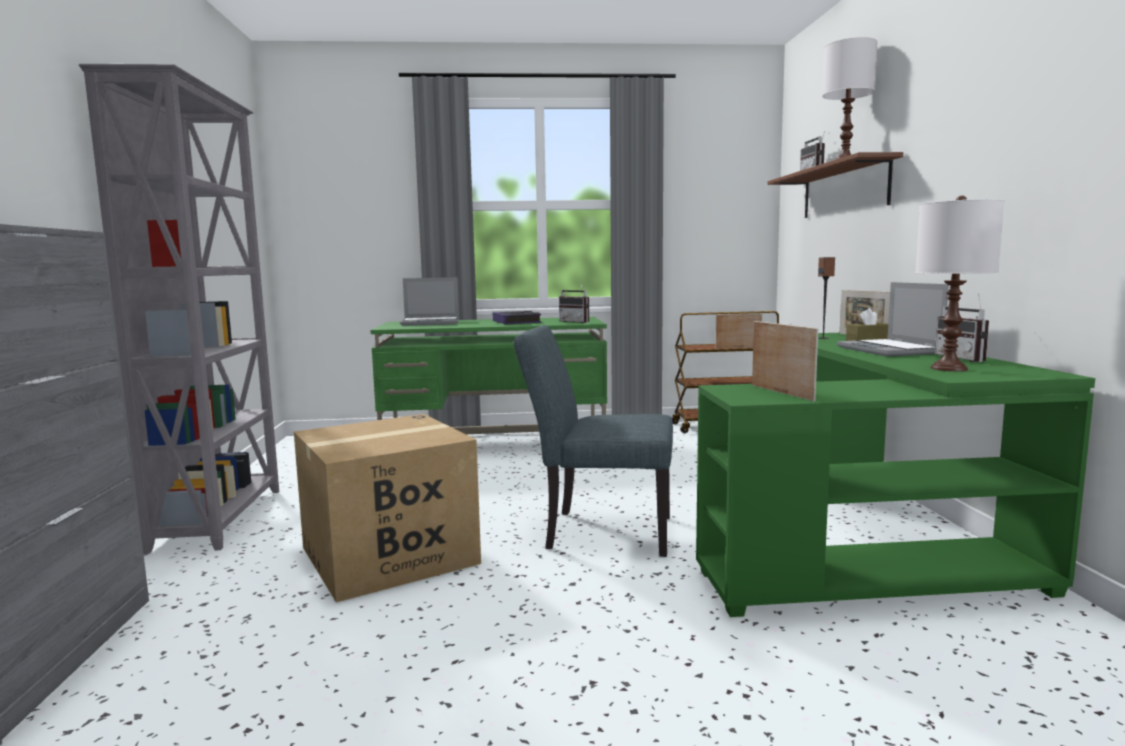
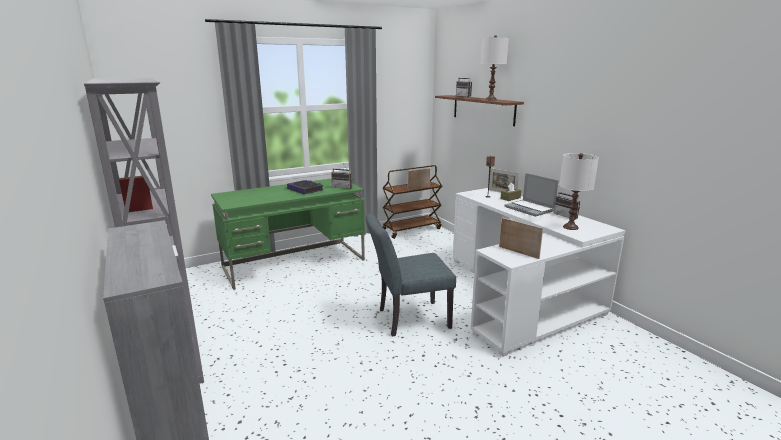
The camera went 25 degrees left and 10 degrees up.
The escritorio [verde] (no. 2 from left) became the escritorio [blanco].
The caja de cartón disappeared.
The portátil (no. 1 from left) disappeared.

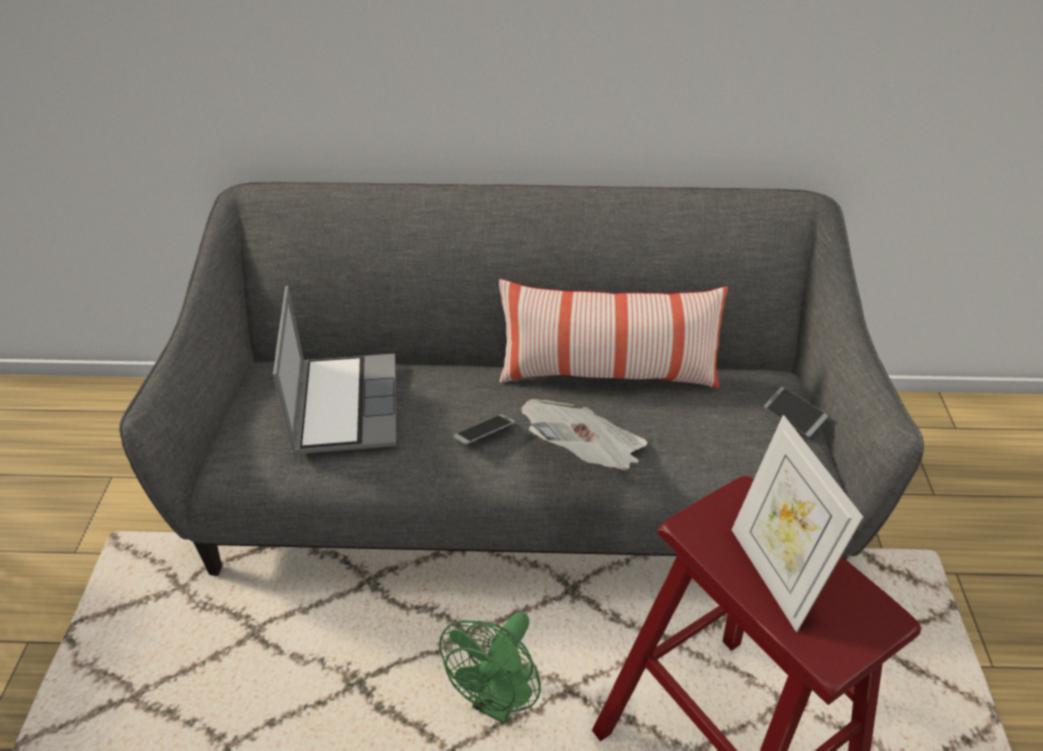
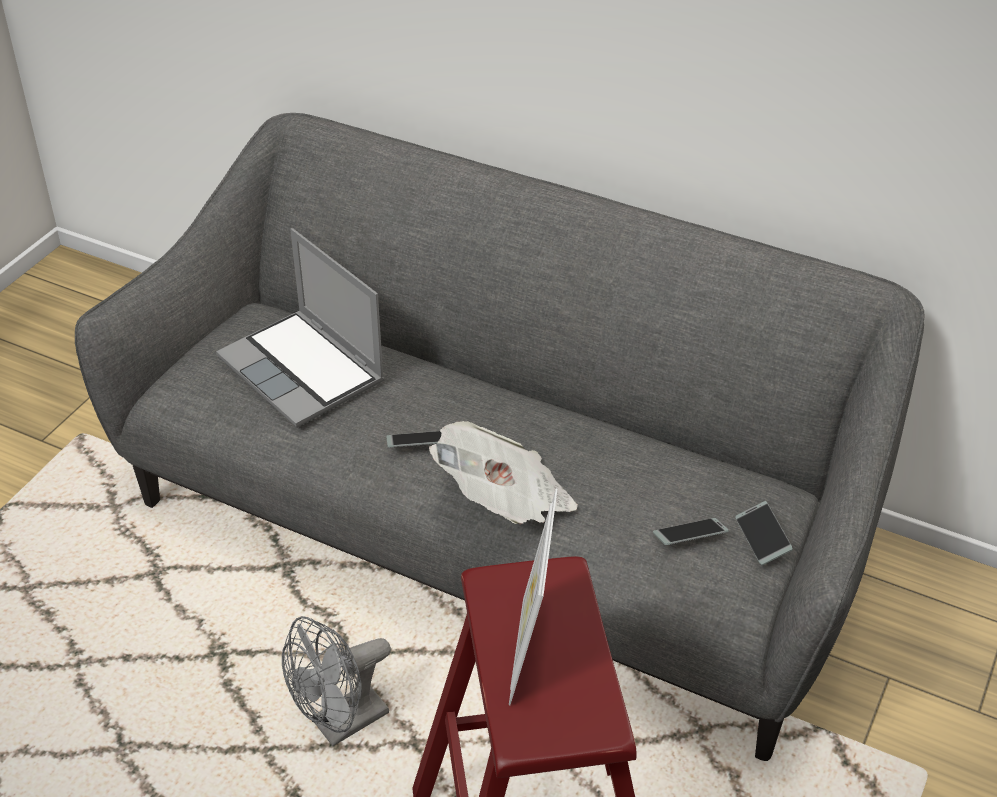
The camera went 25 degrees right and 0 degrees up.
The portátil turned 120 degrees clockwise.
The ventilador [verde] became the ventilador [gris].
The móvil (no. 2 from left) appeared.
The cojín disappeared.

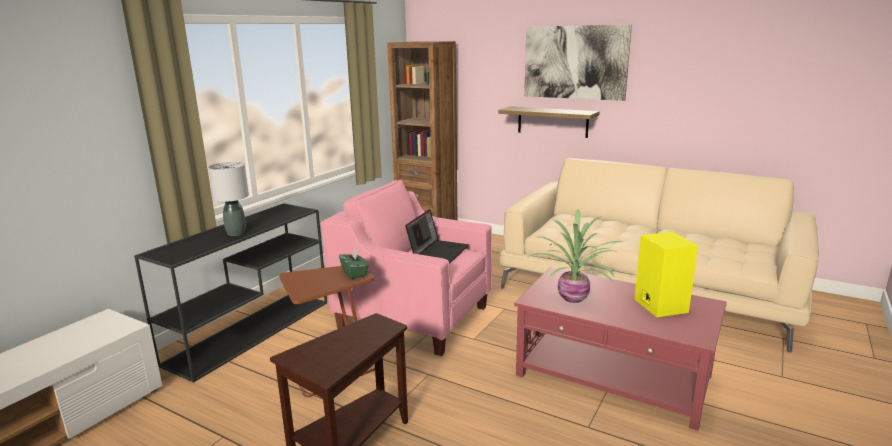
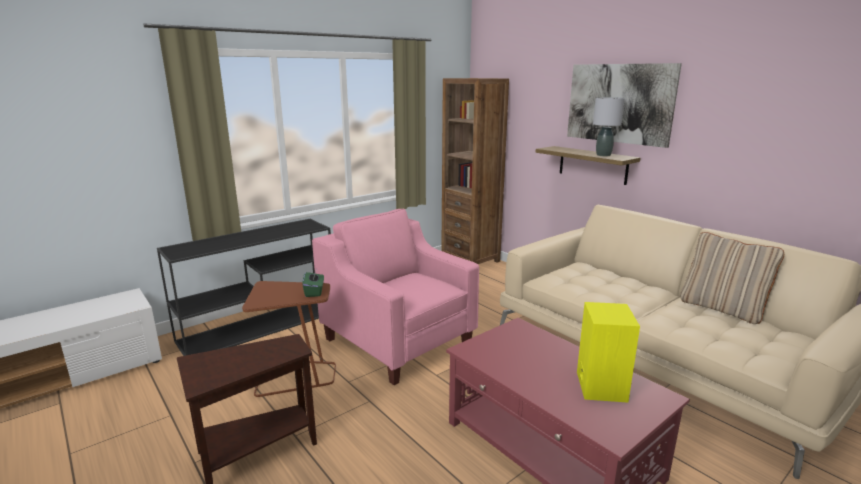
The camera went 20 degrees right and 0 degrees up.
The lámpara de mesa [gris] moved.
The cojín [beis] appeared.
The portátil disappeared.
The planta en maceta disappeared.

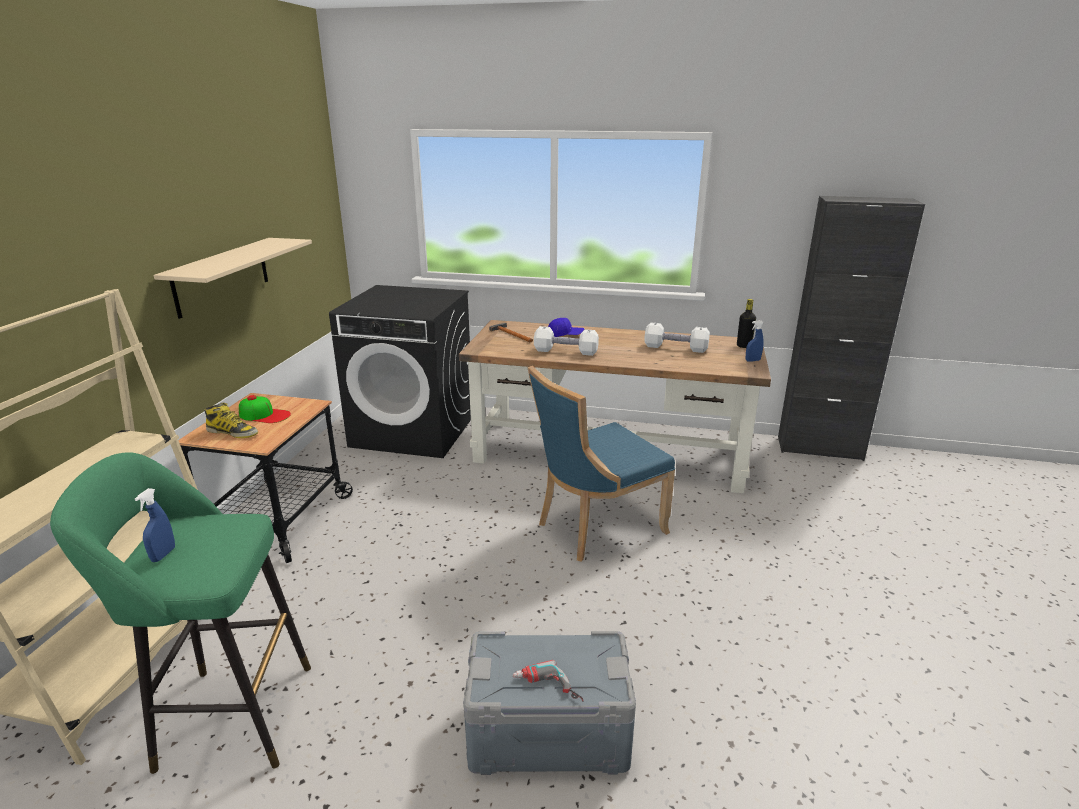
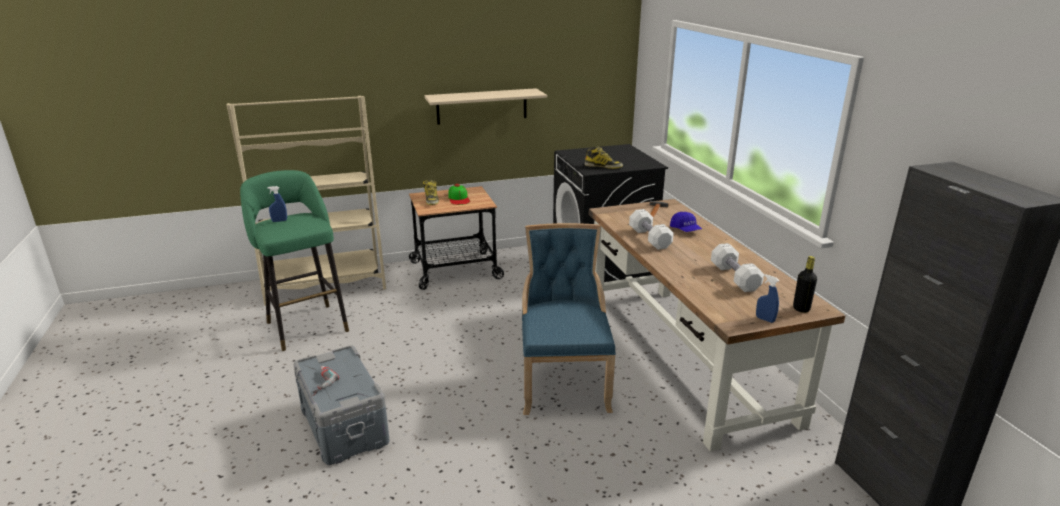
The camera went 60 degrees right and 0 degrees up.
The silla [azul] turned 60 degrees clockwise.
The bota (no. 2 from left) appeared.

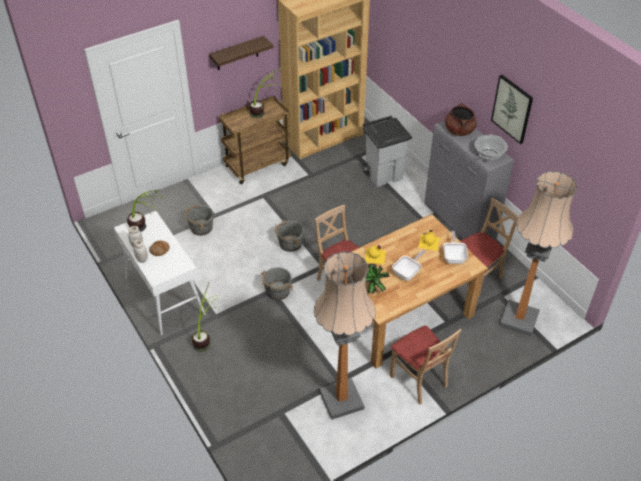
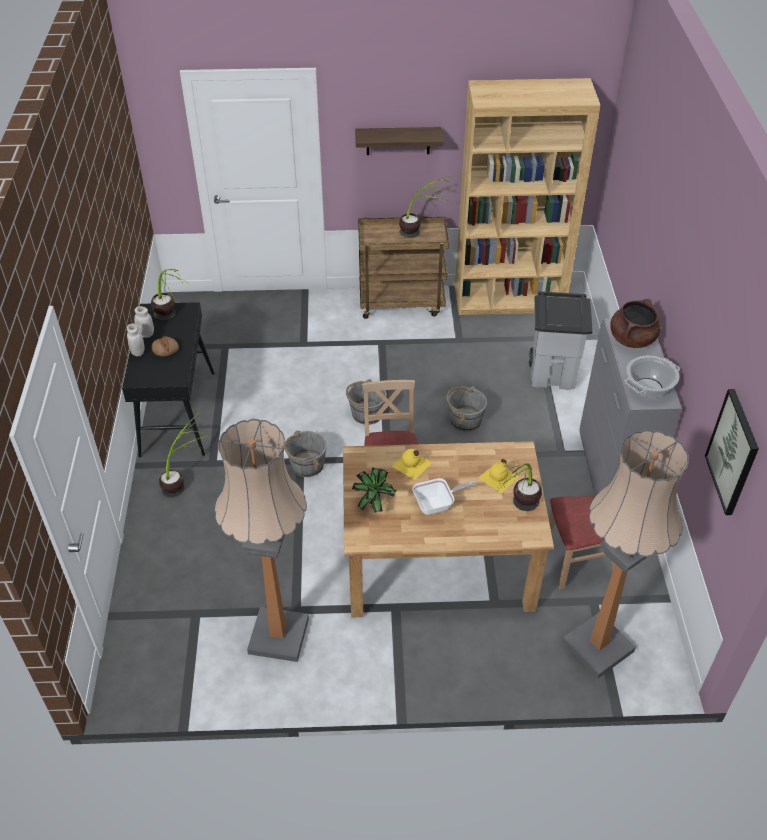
The camera went 30 degrees right and 0 degrees up.
The mesa consola [blanco] became the mesa consola [negro].
The cubo [gris] (no. 1 from left in the first image) moved.
The sartén (no. 2 from left) was replaced by the planta en maceta (no. 5 from left).
The cuadro moved.
The silla [beis] (no. 2 from left) disappeared.

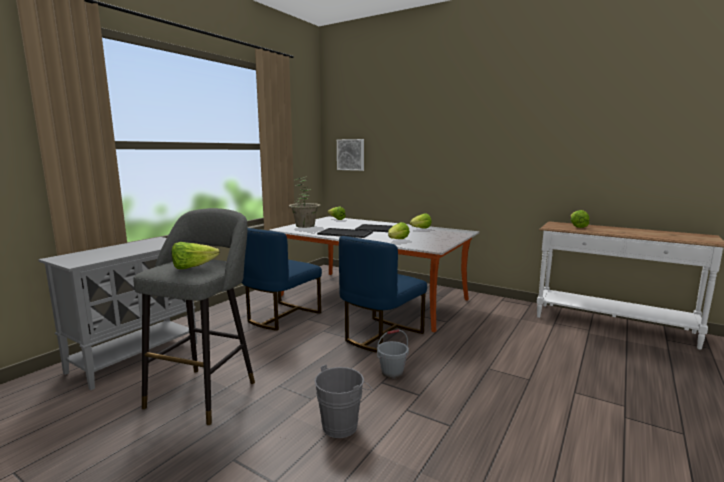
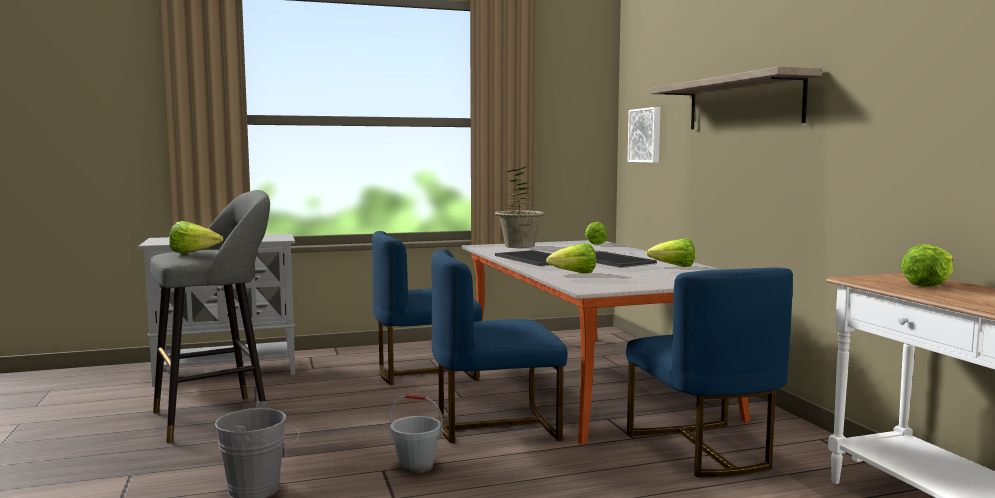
The camera went 40 degrees right and 5 degrees down.
The silla [azul] (no. 3 from left) appeared.
The estante appeared.

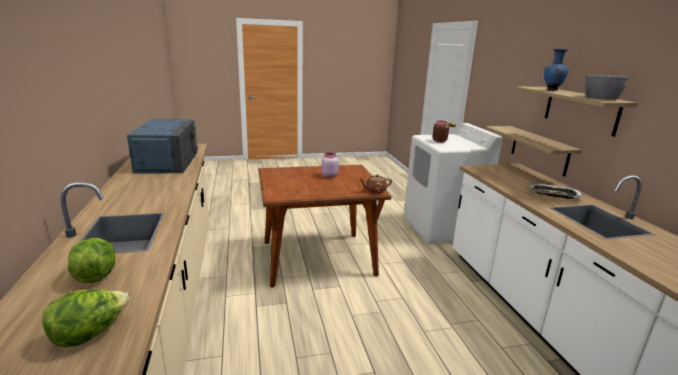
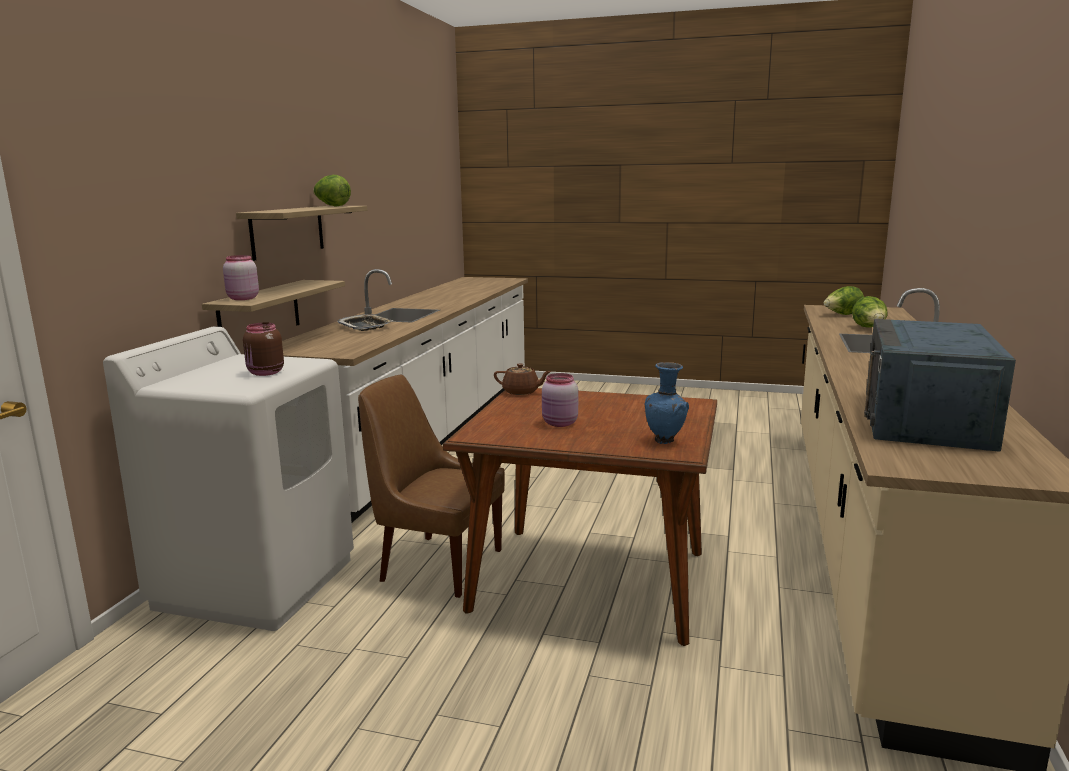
The camera went 150 degrees left and 5 degrees down.
The tarro [rosa] (no. 1 from left) appeared.
The cuenco [gris] was replaced by the lechuga (no. 1 from left).
The silla [marrón] appeared.
The florero [azul] moved.

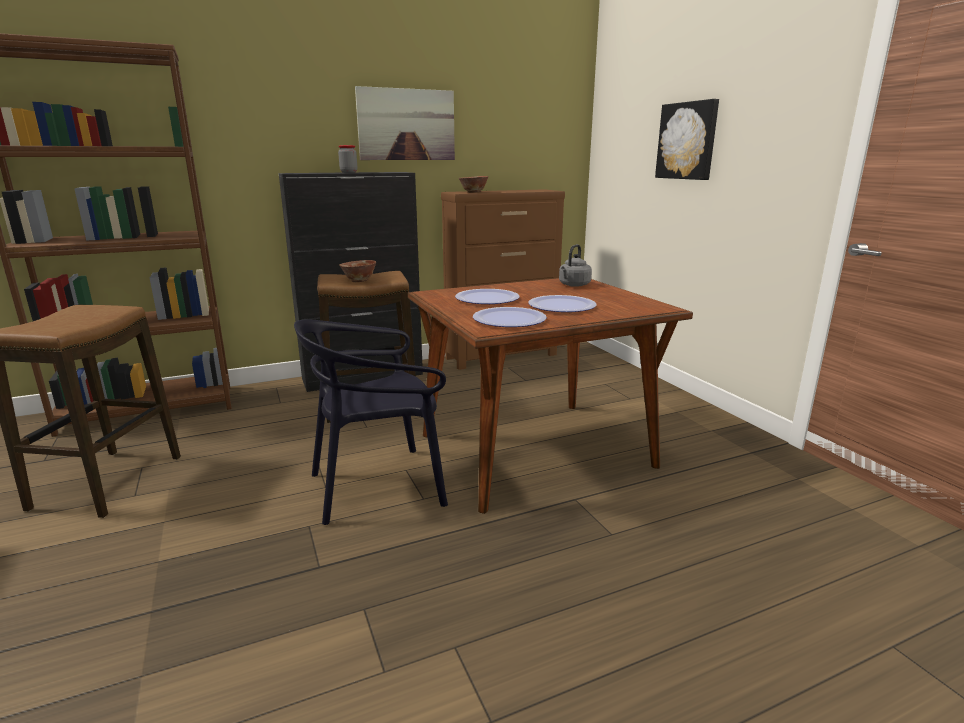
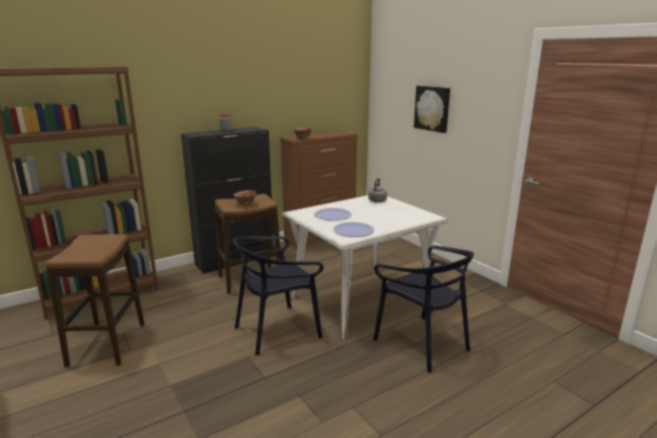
The camera went 10 degrees left and 0 degrees up.
The mesa de comedor [marrón] became the mesa de comedor [blanco].
The silla [negro] (no. 2 from left) appeared.
The cuadro (no. 1 from left) disappeared.
The plato (no. 3 from left) disappeared.

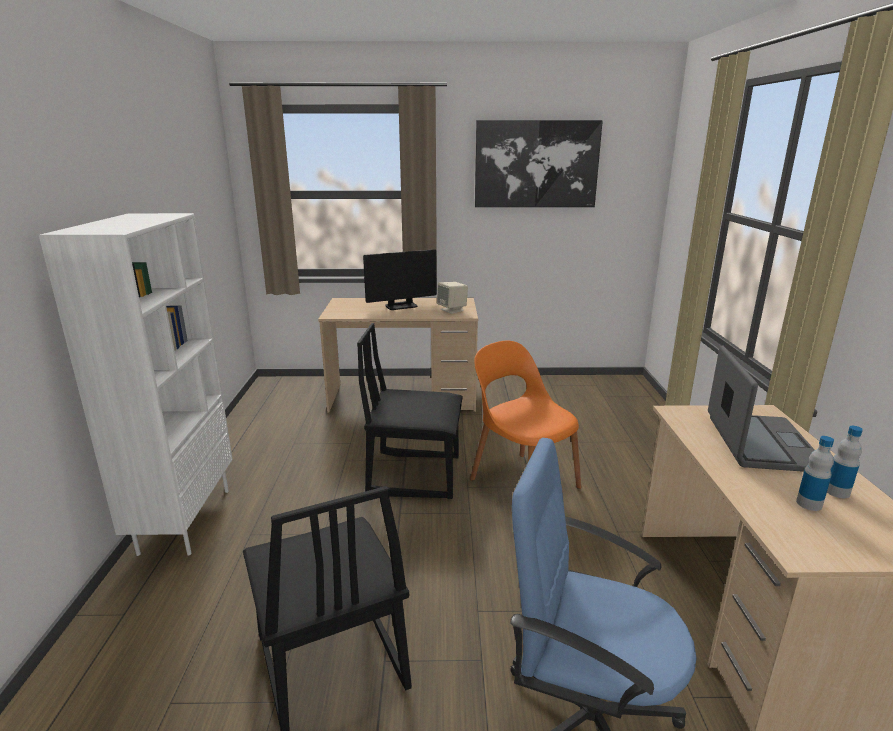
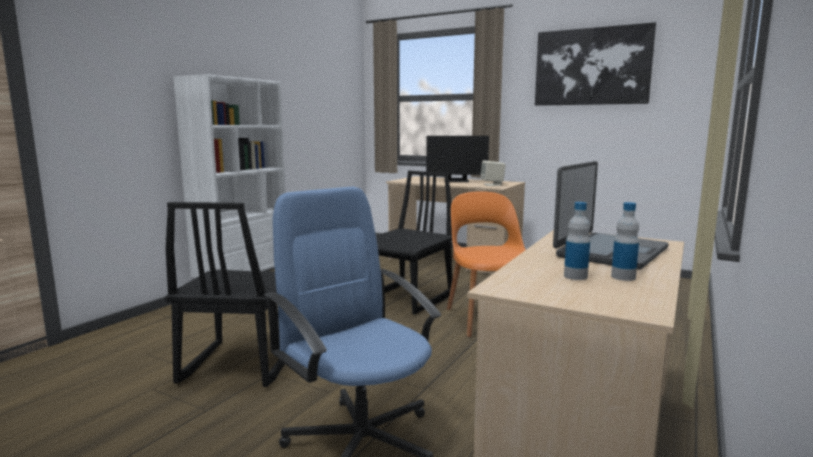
The camera went 30 degrees right and 10 degrees down.
The silla [negro] (no. 2 from left) turned 90 degrees clockwise.

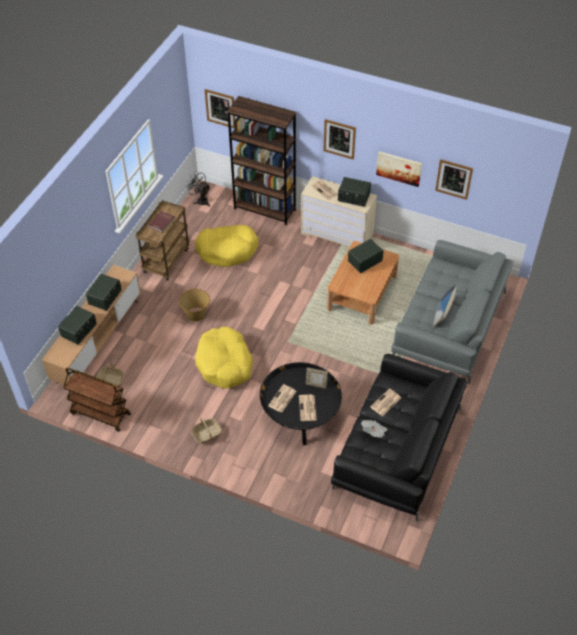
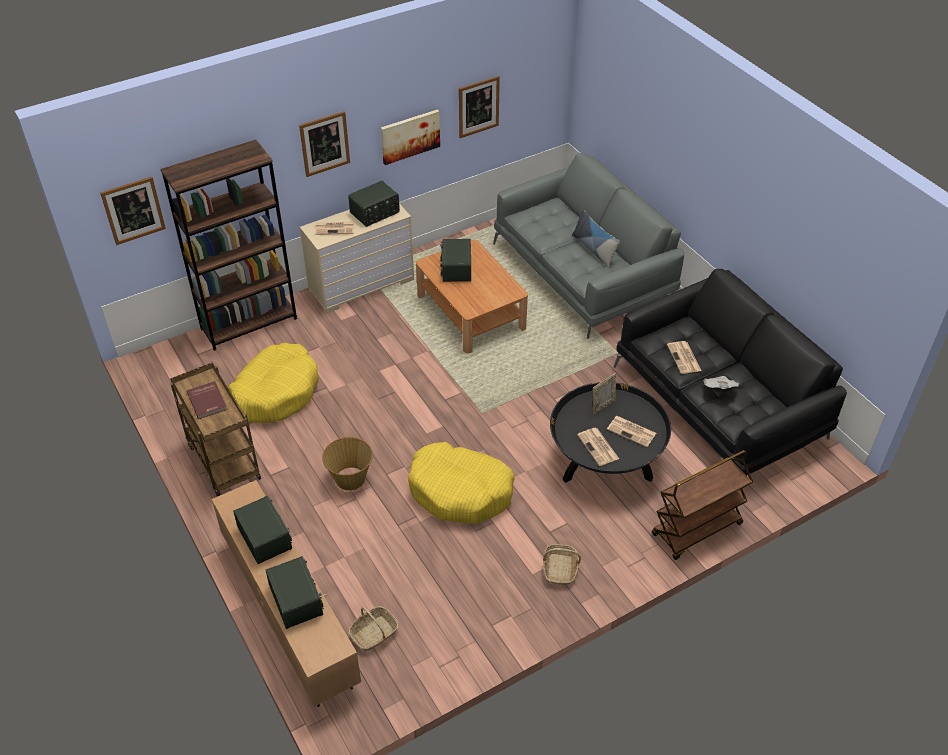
The camera went 55 degrees left and 5 degrees down.
The carrito [marrón] (no. 1 from left in the first image) moved.
The ventilador [gris] disappeared.

